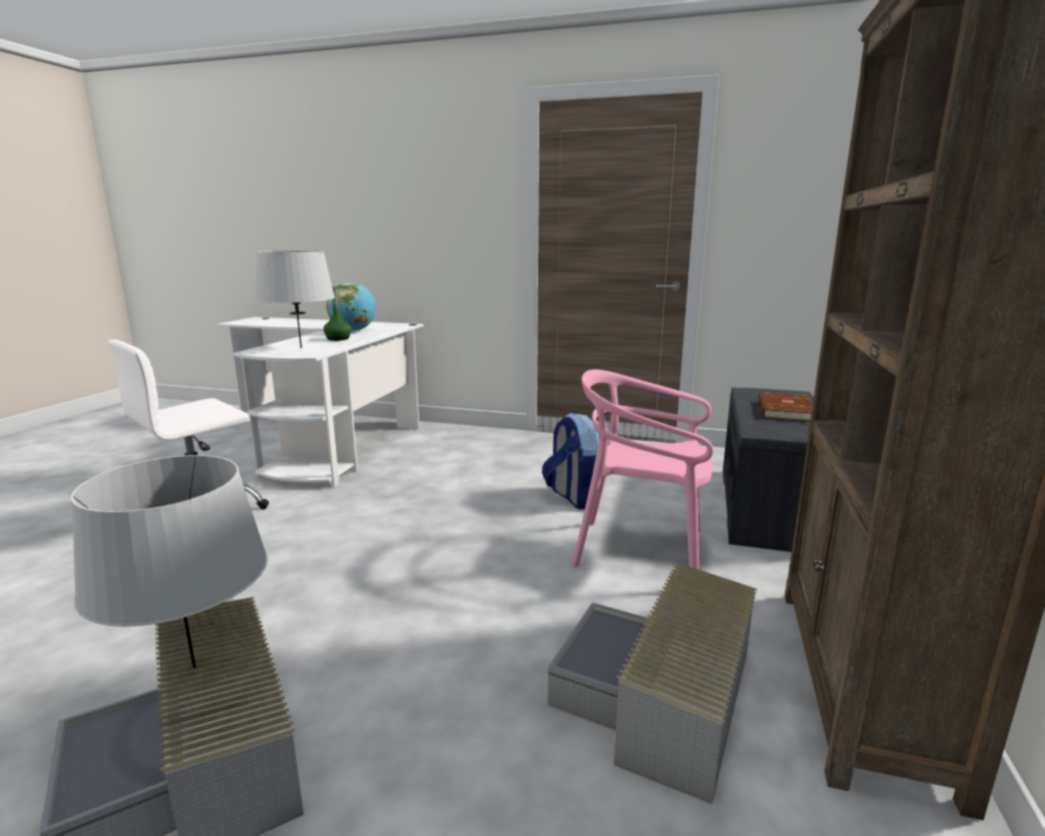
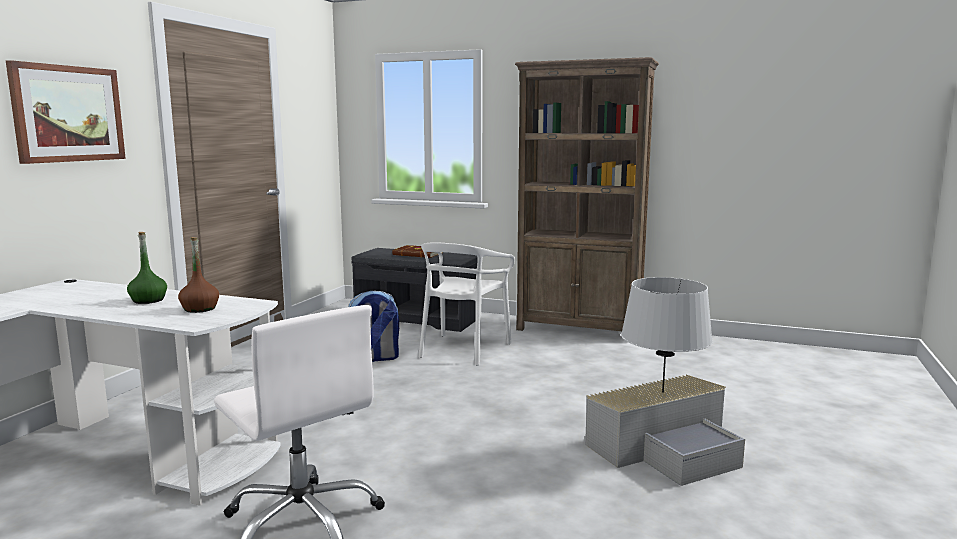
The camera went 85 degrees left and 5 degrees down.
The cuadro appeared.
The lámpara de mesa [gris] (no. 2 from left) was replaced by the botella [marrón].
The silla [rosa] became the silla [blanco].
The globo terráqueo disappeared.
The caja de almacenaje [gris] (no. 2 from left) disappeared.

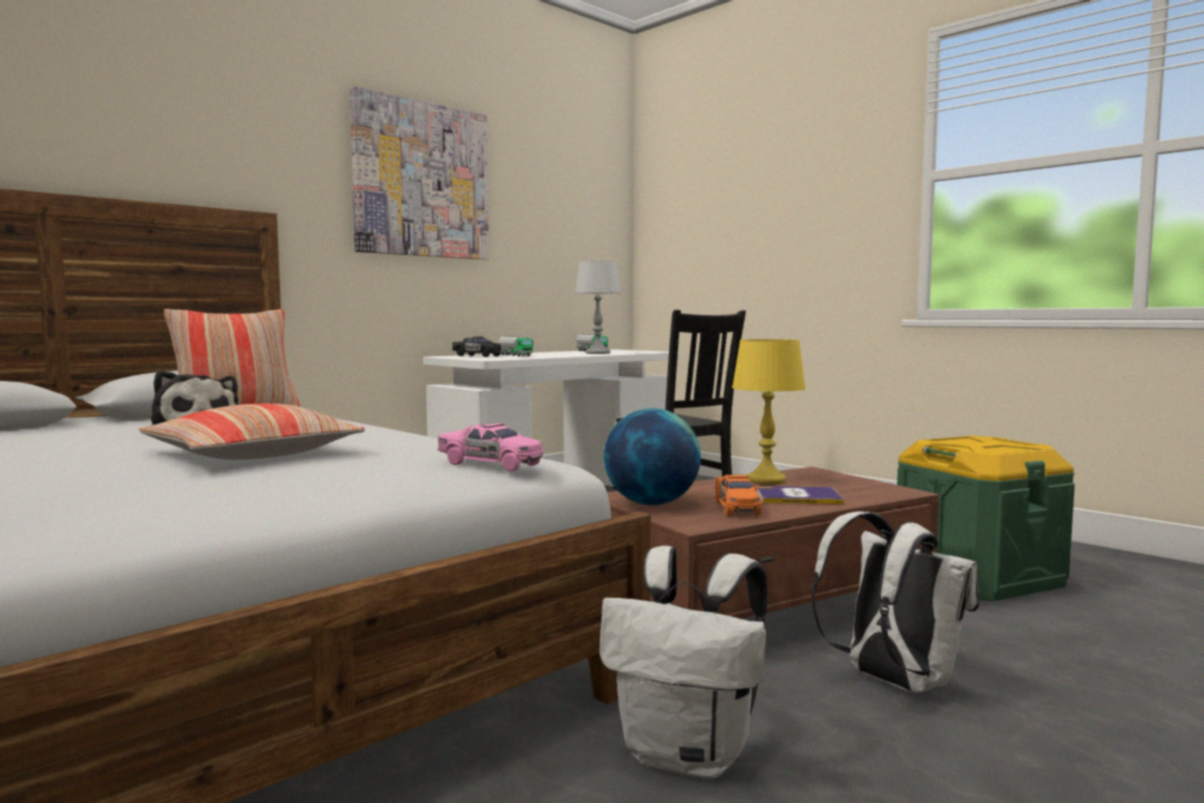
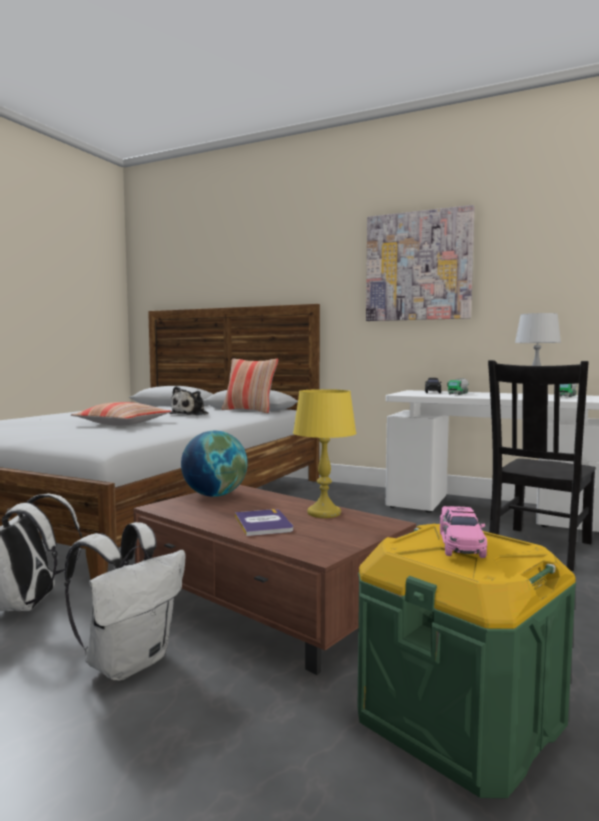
The camera went 70 degrees right and 0 degrees up.
The coche de juguete [rosa] moved.
The coche de juguete [naranja] disappeared.

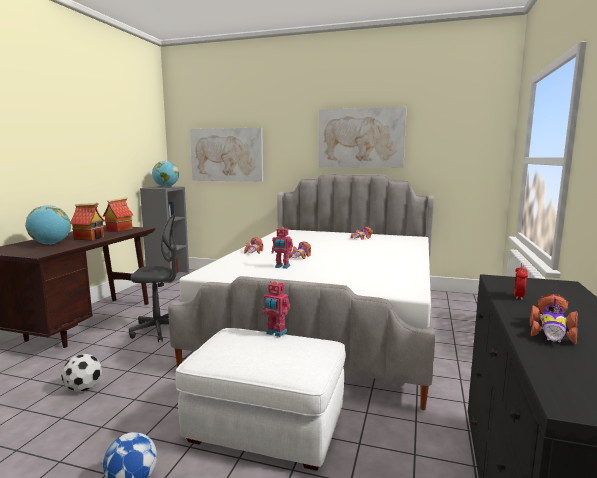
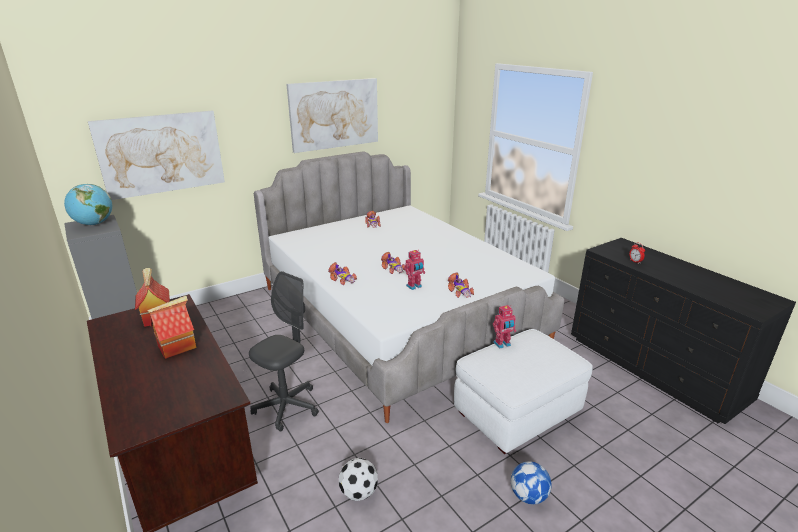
The camera went 50 degrees left and 15 degrees up.
The coche de juguete (no. 4 from left) moved.
The globo terráqueo (no. 1 from left) disappeared.

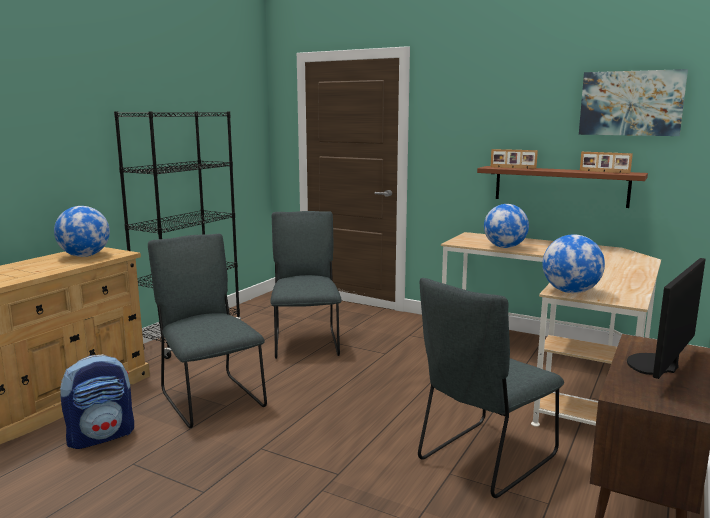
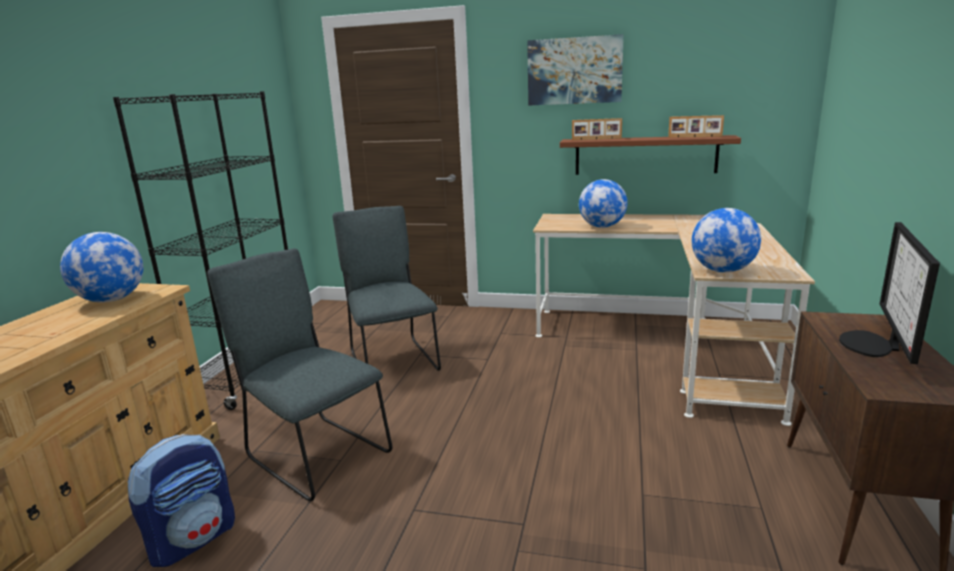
The camera went 15 degrees left and 5 degrees up.
The cuadro moved.
The silla [gris] (no. 3 from left) disappeared.

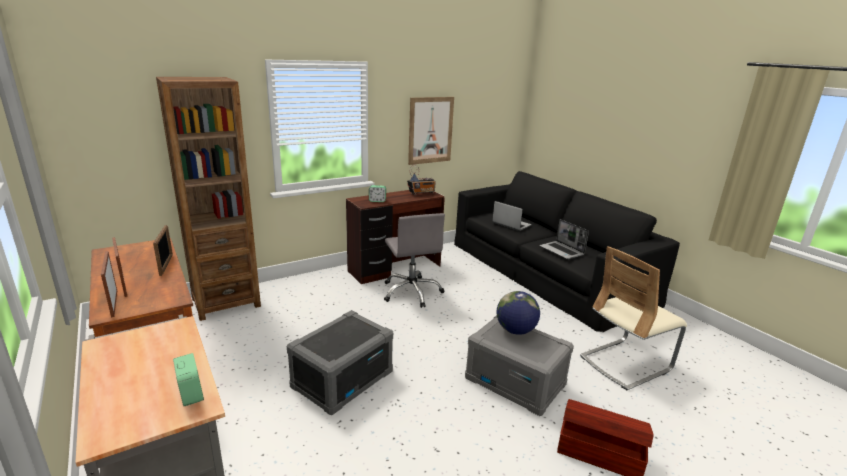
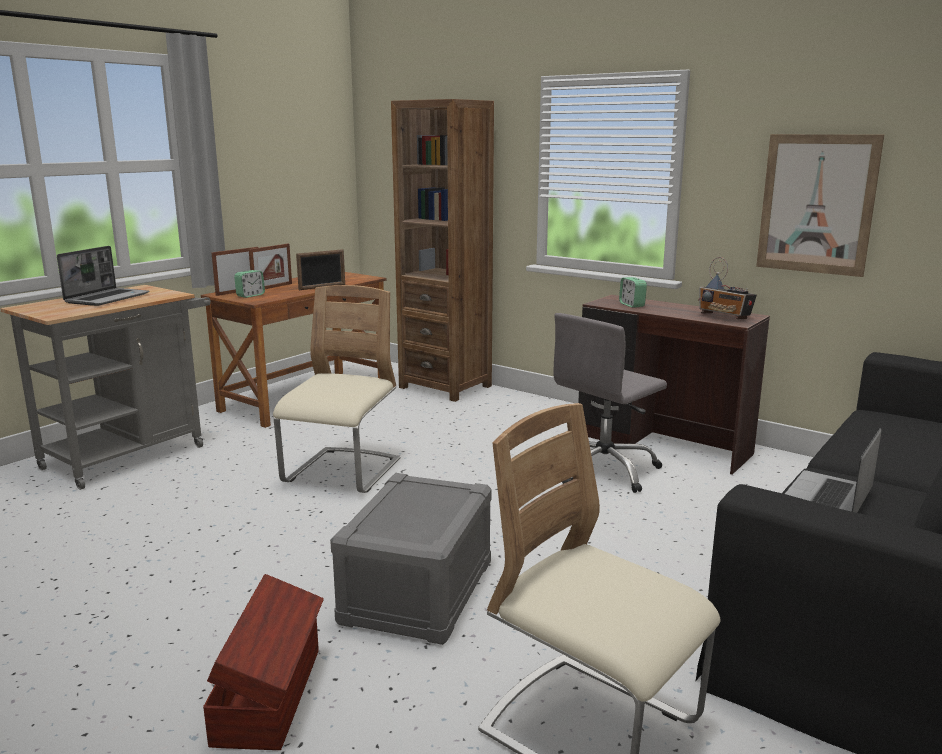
The camera went 70 degrees right and 5 degrees down.
The portátil (no. 1 from left) moved.
The despertador (no. 1 from left) moved.
The caja de almacenaje [gris] (no. 1 from left) was replaced by the silla [beis] (no. 1 from left).
The globo terráqueo disappeared.

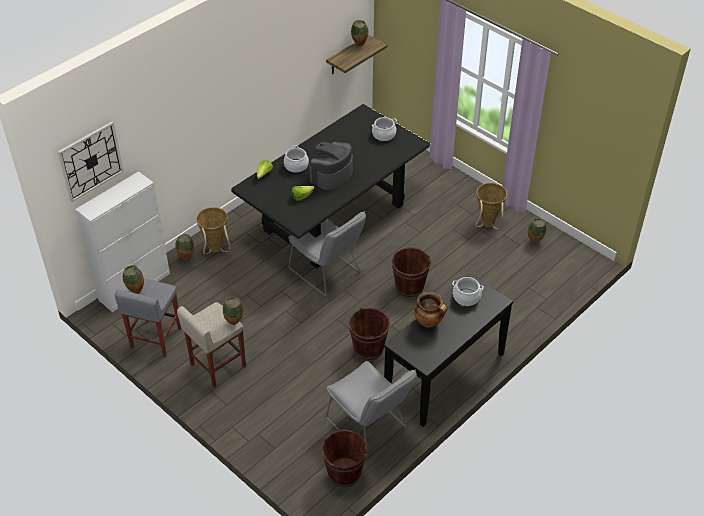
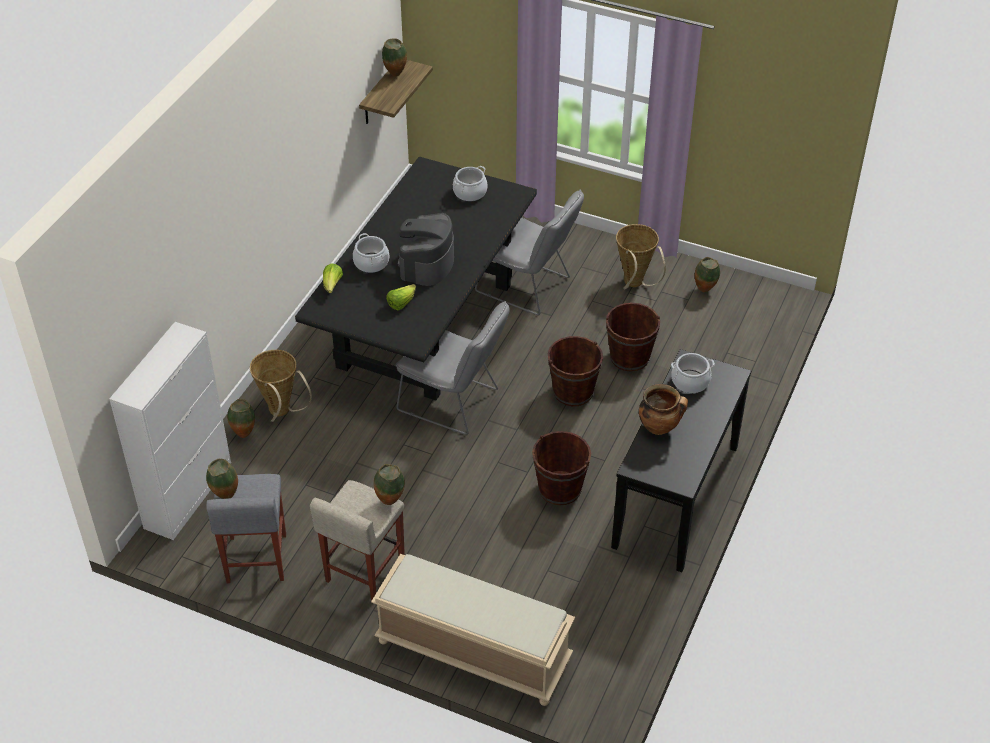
The camera went 20 degrees left and 0 degrees up.
The banco [beis] appeared.
The silla [gris] (no. 2 from left) moved.
The cubo [marrón] (no. 1 from left in the first image) moved.
The reloj de pared disappeared.

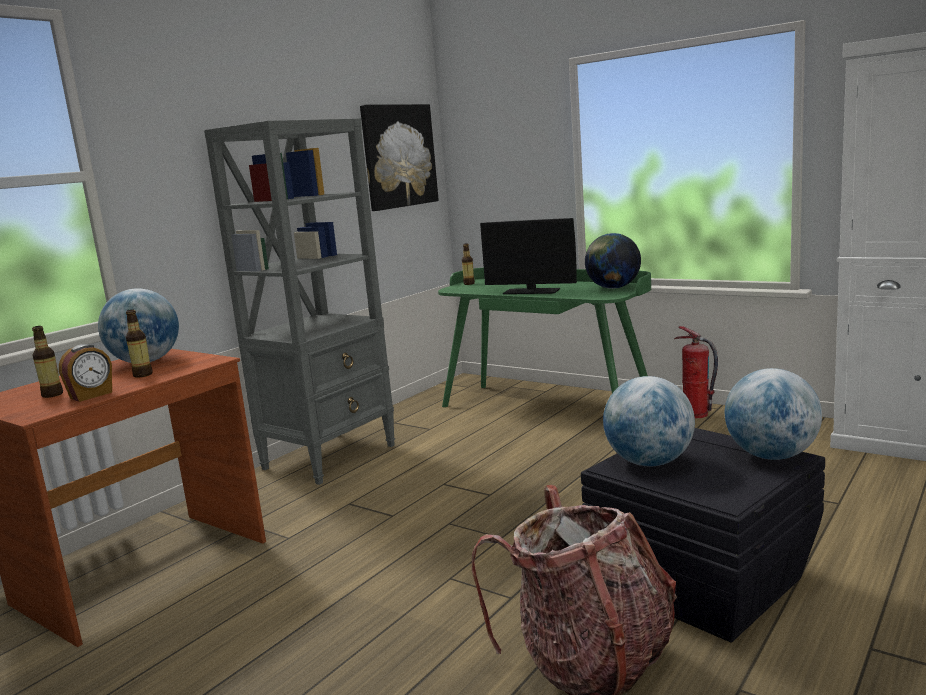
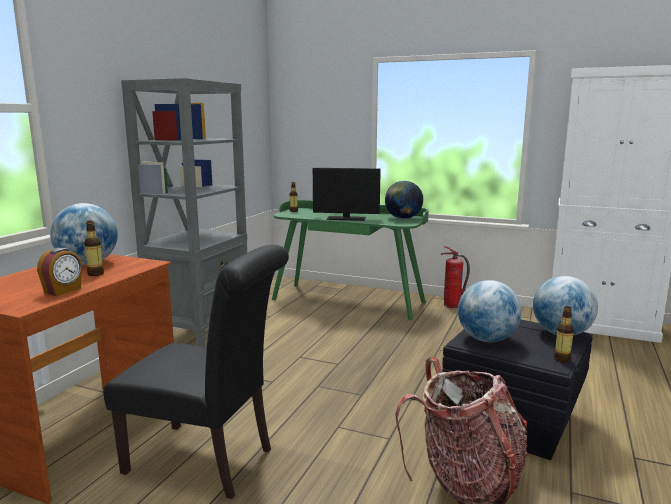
The camera went 15 degrees left and 0 degrees up.
The silla [negro] appeared.
The botella (no. 1 from left in the first image) moved.
The cuadro disappeared.

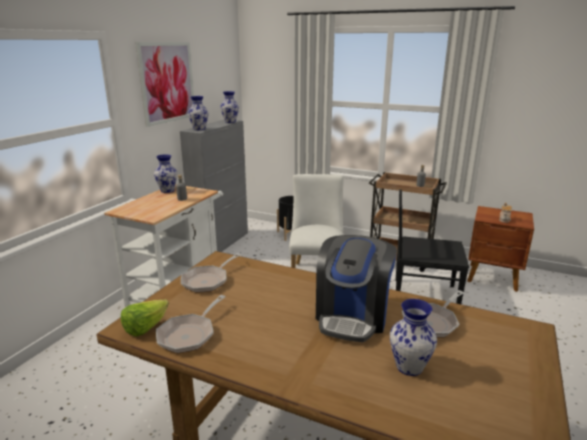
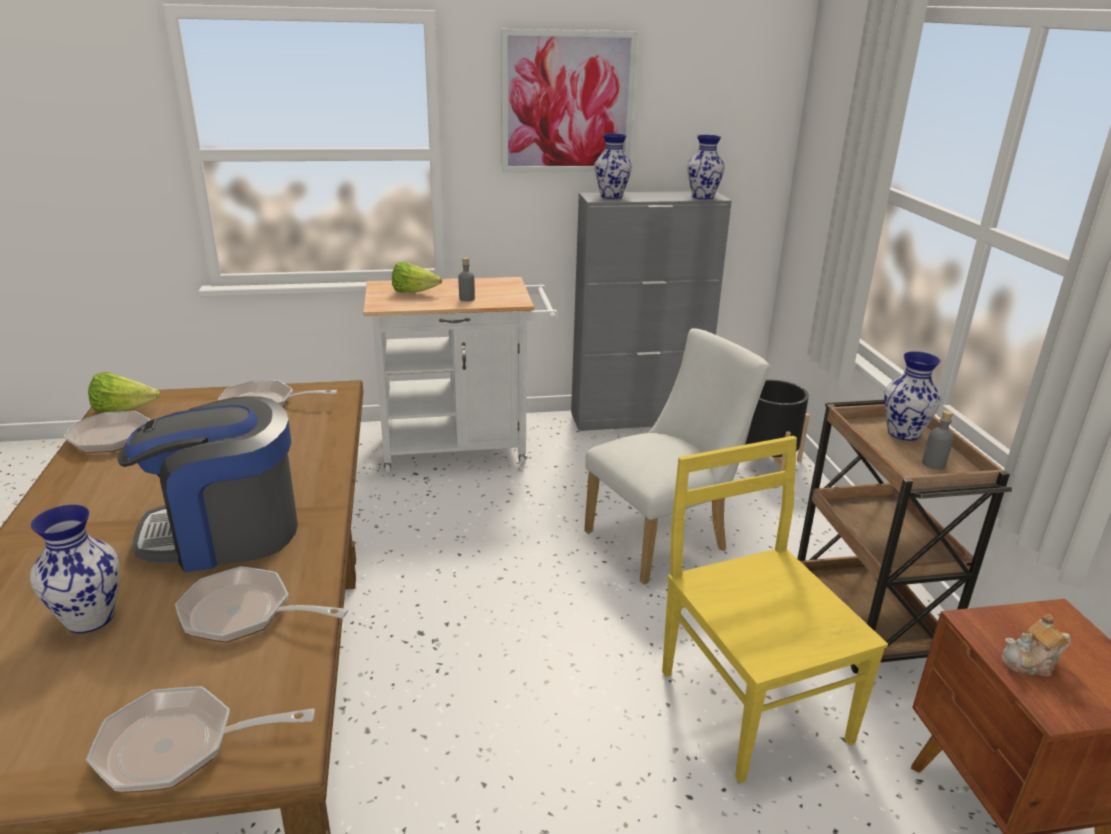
The camera went 55 degrees right and 5 degrees up.
The sartén (no. 2 from left) appeared.
The lechuga (no. 2 from left) appeared.
The silla [negro] became the silla [amarillo].
The florero (no. 1 from left in the first image) moved.

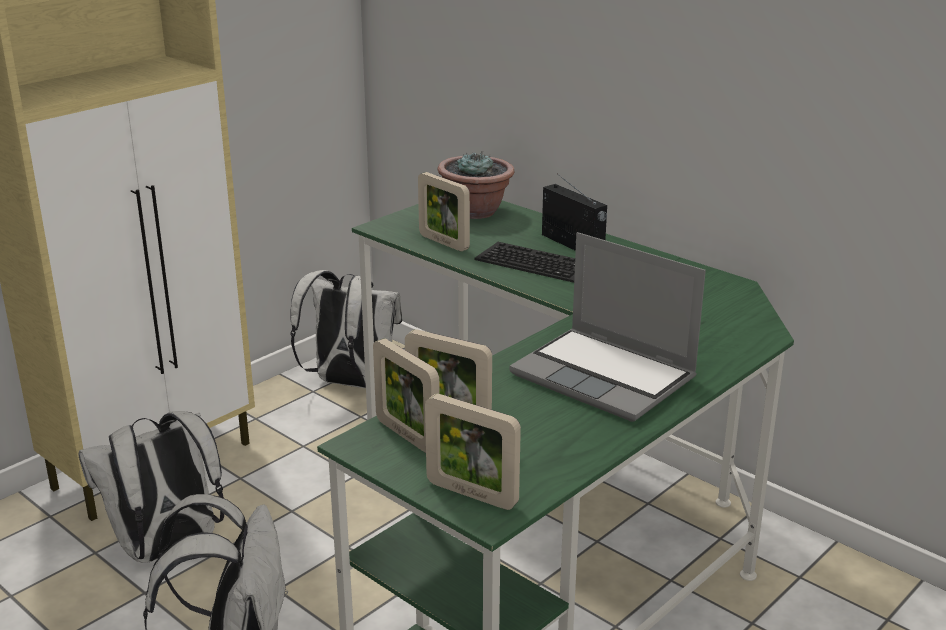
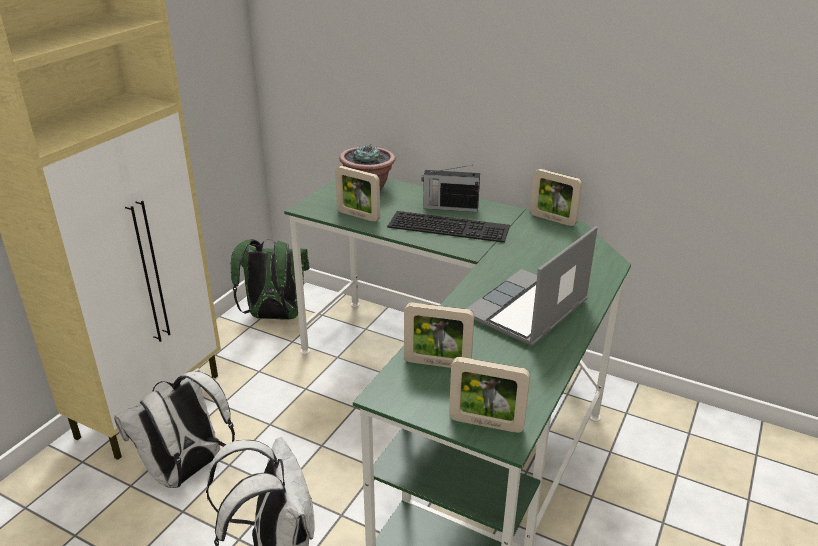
The camera went 15 degrees left and 5 degrees up.
The mochila [blanco] (no. 3 from left) became the mochila [verde].
The radio turned 150 degrees clockwise.
The portátil turned 105 degrees clockwise.
The portarretratos (no. 1 from left in the first image) moved.

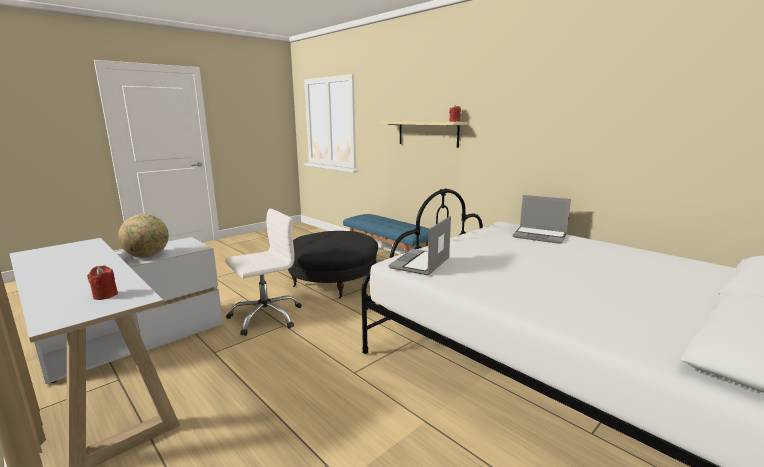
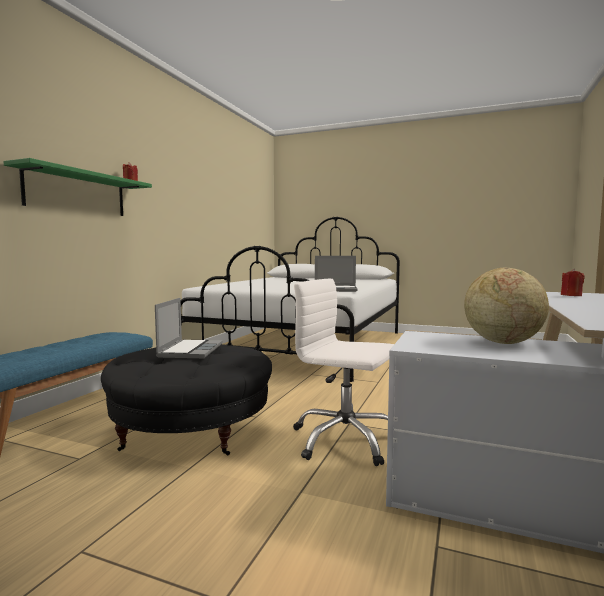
The camera went 115 degrees left and 10 degrees down.
The estante [beis] became the estante [verde].
The portátil (no. 2 from left in the first image) moved.

